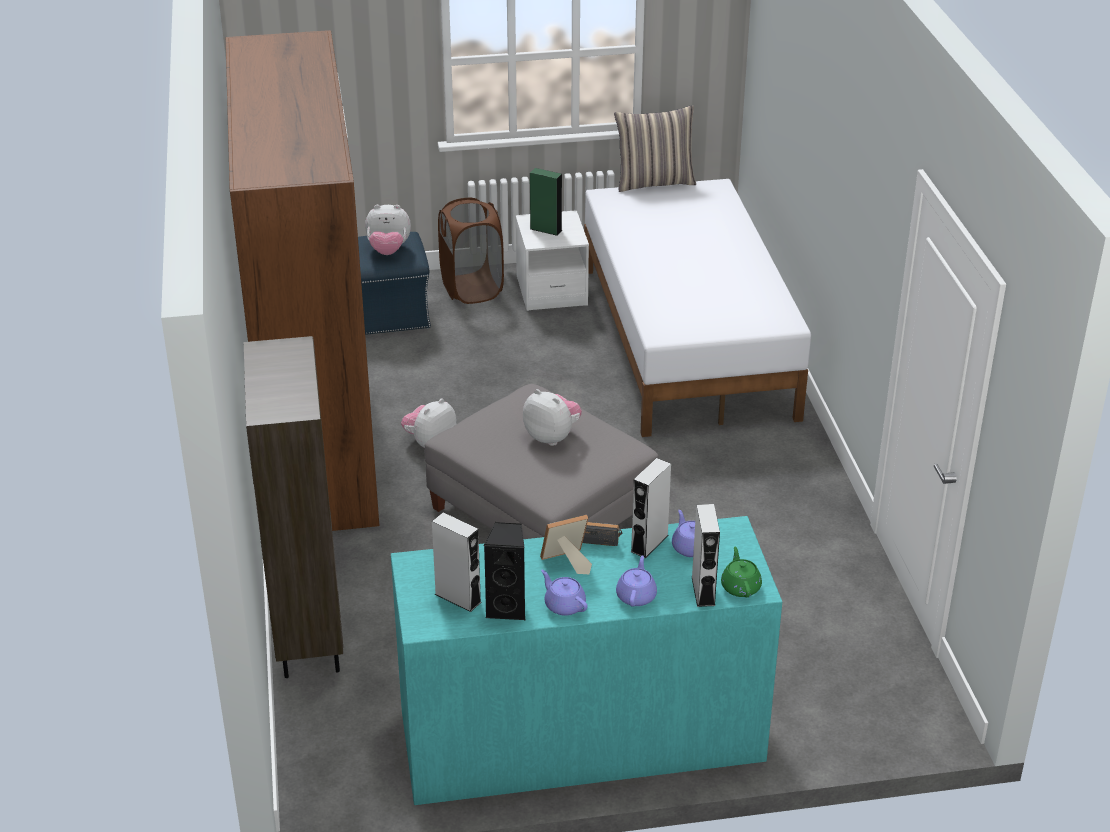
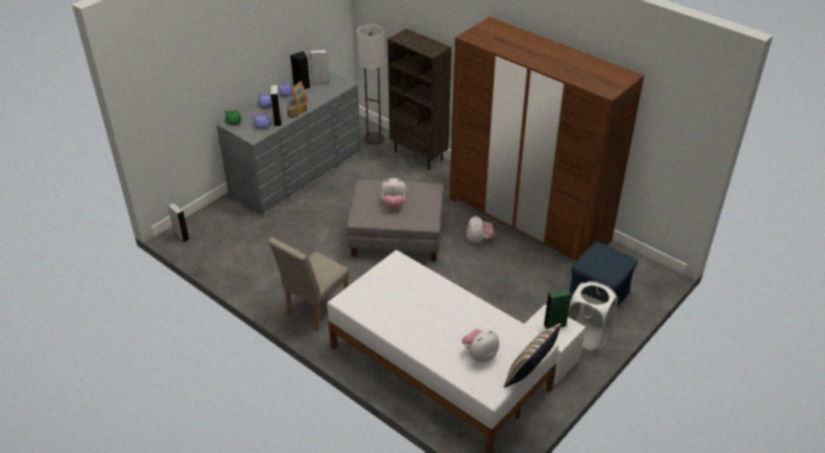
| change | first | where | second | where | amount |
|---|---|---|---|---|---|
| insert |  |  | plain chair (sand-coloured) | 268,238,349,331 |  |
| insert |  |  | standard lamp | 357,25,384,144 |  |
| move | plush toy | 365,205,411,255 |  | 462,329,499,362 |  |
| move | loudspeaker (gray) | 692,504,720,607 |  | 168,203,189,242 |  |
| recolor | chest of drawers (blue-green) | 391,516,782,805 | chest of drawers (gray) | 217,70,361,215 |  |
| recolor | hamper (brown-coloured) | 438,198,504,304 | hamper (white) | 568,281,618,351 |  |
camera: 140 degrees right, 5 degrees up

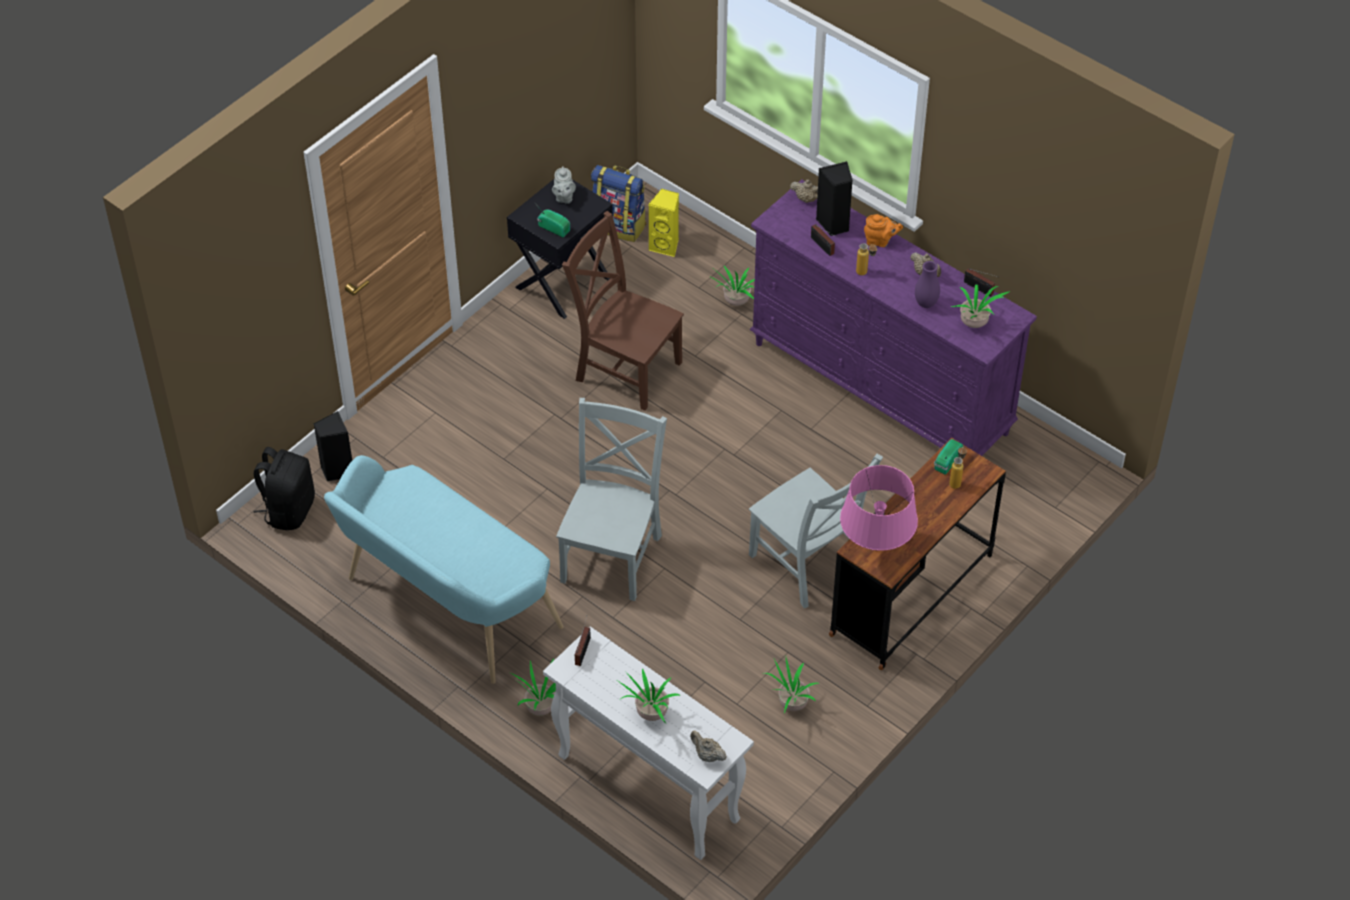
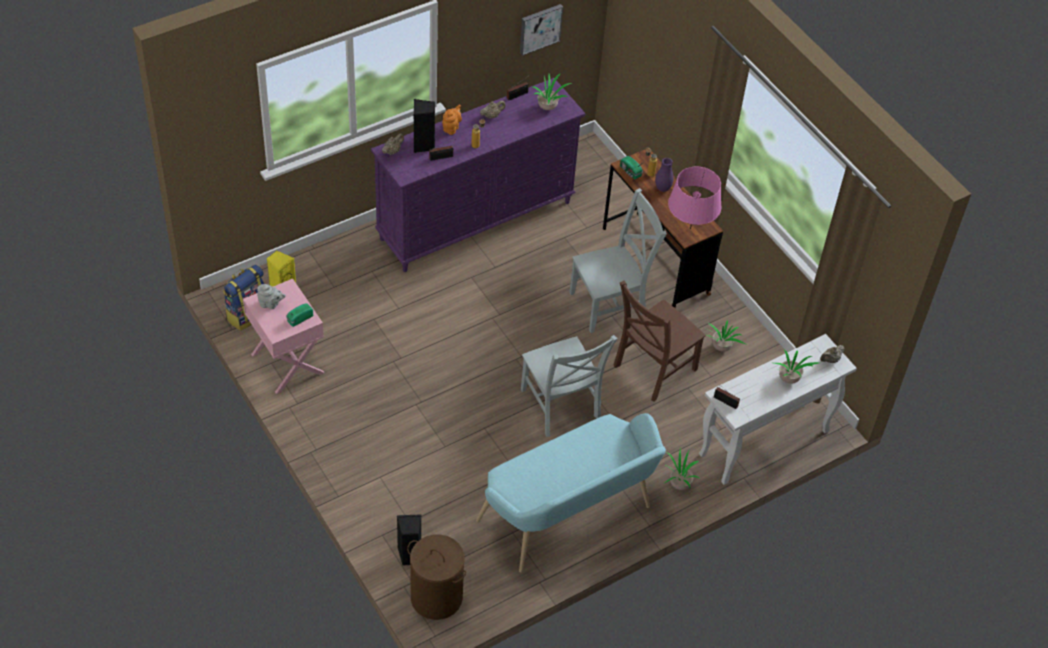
| change | first | where | second | where | amount |
|---|---|---|---|---|---|
| delete | plant in a pot | 707,266,755,306 |  |  |  |
| insert |  |  | wall art | 520,4,563,56 |  |
| move | plain chair (brown-coloured) | 562,211,684,411 |  | 613,281,706,402 |  |
| move | vase (purple-coloured) | 915,261,940,308 |  | 655,158,674,192 |  |
| replace | rucksack (black-coloured) | 253,447,315,530 | hamper (brown-coloured) | 407,534,466,620 |  |
| recolor | night table (black-coloured) | 507,178,613,319 | night table (pink-coloured) | 243,279,325,394 |  |
| rotate | plain chair (gray) | 556,398,667,601 |  | 521,335,618,437 | 150 degrees counterclockwise |
camera: 75 degrees left, 0 degrees up

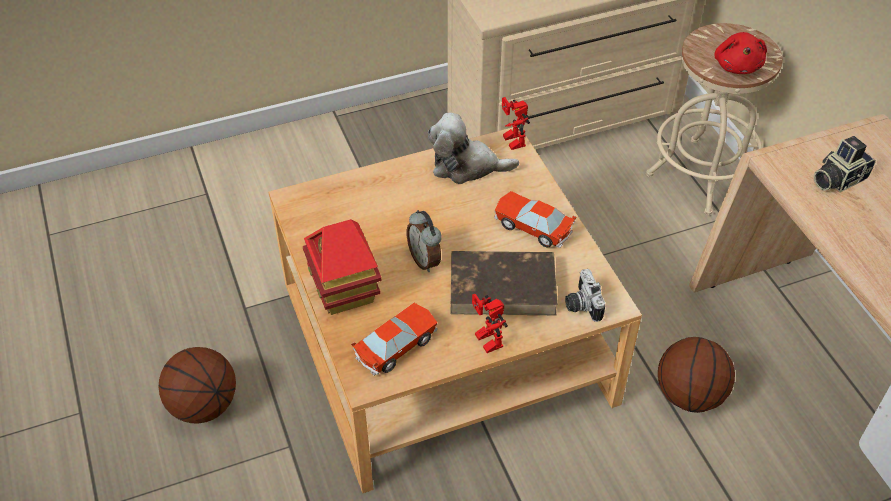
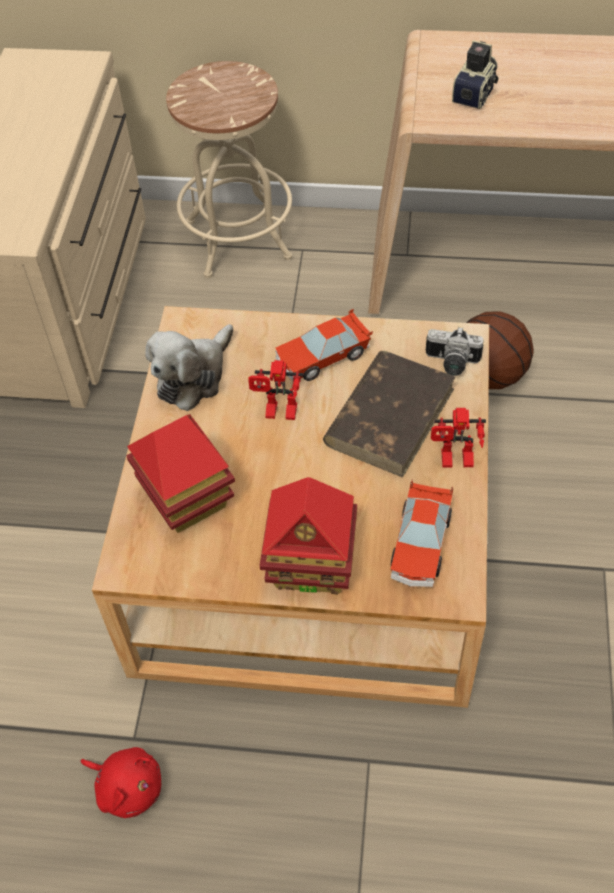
| change | first | where | second | where | amount |
|---|---|---|---|---|---|
| delete | ball for basketball | 159,347,236,424 |  |  |  |
| delete | table clock | 407,210,442,272 |  |  |  |
| insert |  |  | miniature house | 126,414,235,533 |  |
| move | toy robot | 502,97,530,150 |  | 248,360,304,420 |  |
| move | plush toy (reddish) | 714,32,767,74 |  | 81,747,161,818 |  |
| rotate | toy car | 351,303,438,376 |  | 391,479,453,587 | 150 degrees counterclockwise |
| rotate | still camera | 813,136,876,192 |  | 452,40,499,109 | 150 degrees counterclockwise |
camera: 60 degrees left, 5 degrees up

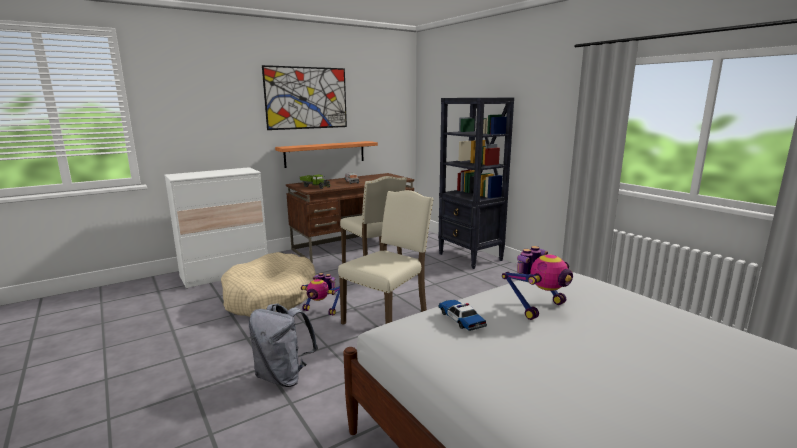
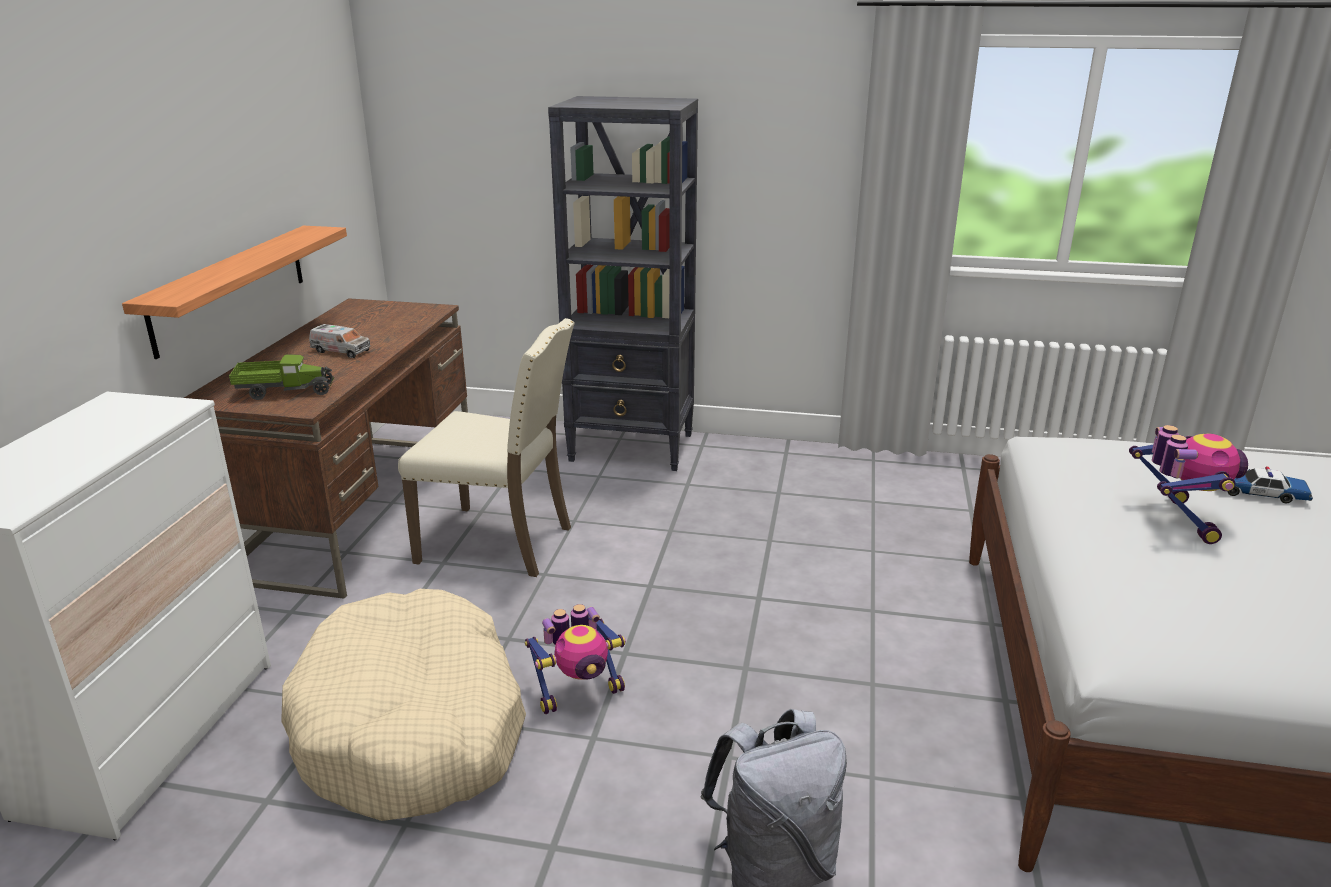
| change | first | where | second | where | amount |
|---|---|---|---|---|---|
| delete | wall art | 262,65,347,130 |  |  |  |
| delete | plain chair (sand-coloured) | 338,190,433,325 |  |  |  |
| move | toy car | 438,300,487,331 |  | 1227,466,1313,504 |  |
camera: 45 degrees left, 10 degrees up

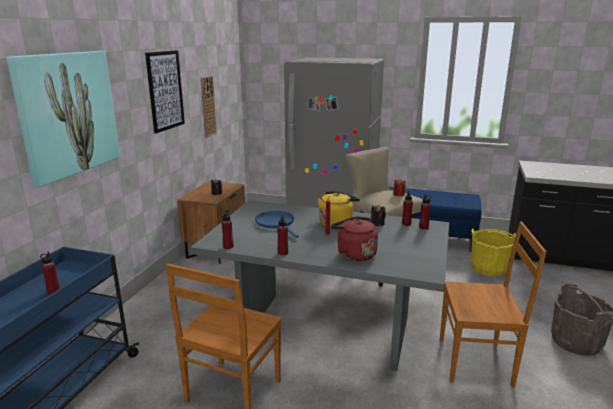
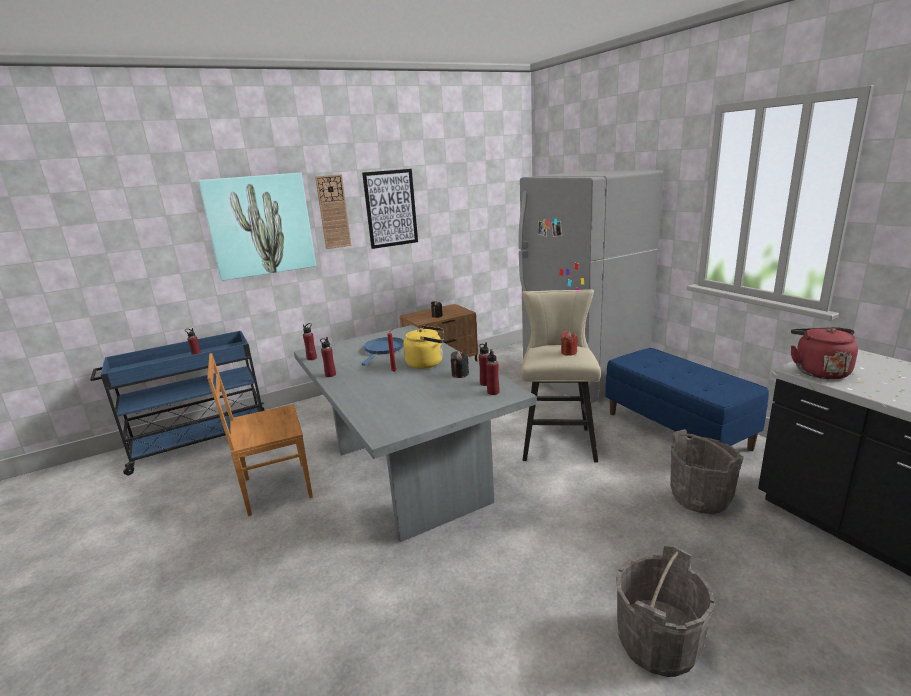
| change | first | where | second | where | amount |
|---|---|---|---|---|---|
| delete | plain chair (brown-coloured) | 440,221,547,388 |  |  |  |
| move | clock on the wall | 201,76,217,138 |  | 315,174,351,249 |  |
| move | water kettle (reddish) | 331,216,378,261 |  | 791,327,858,379 |  |
| recolor | water bucket (yellow-coloured) | 471,229,516,277 | water bucket (gray) | 670,429,744,514 |  |
camera: 45 degrees right, 0 degrees up

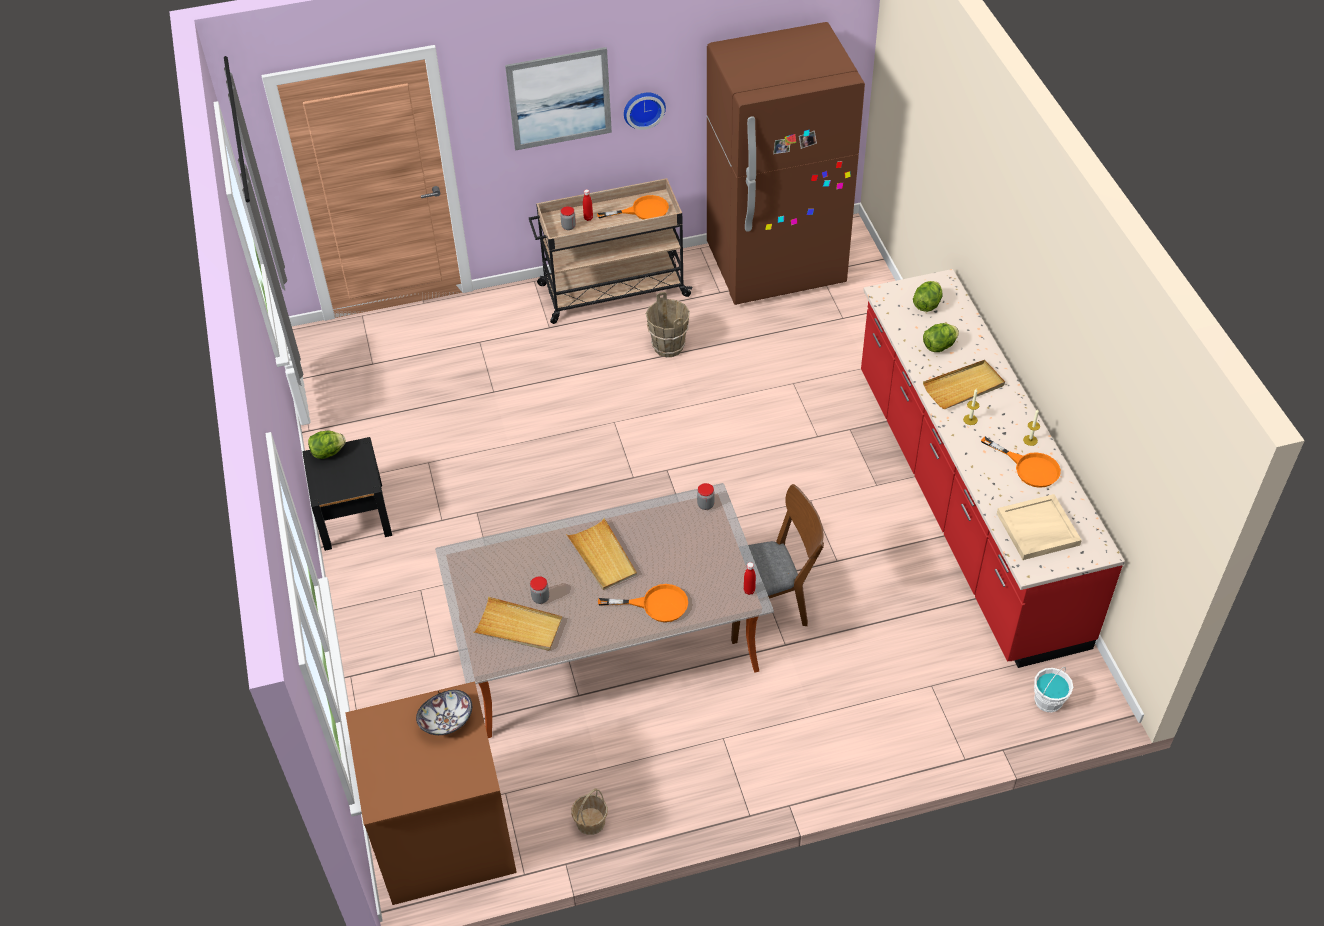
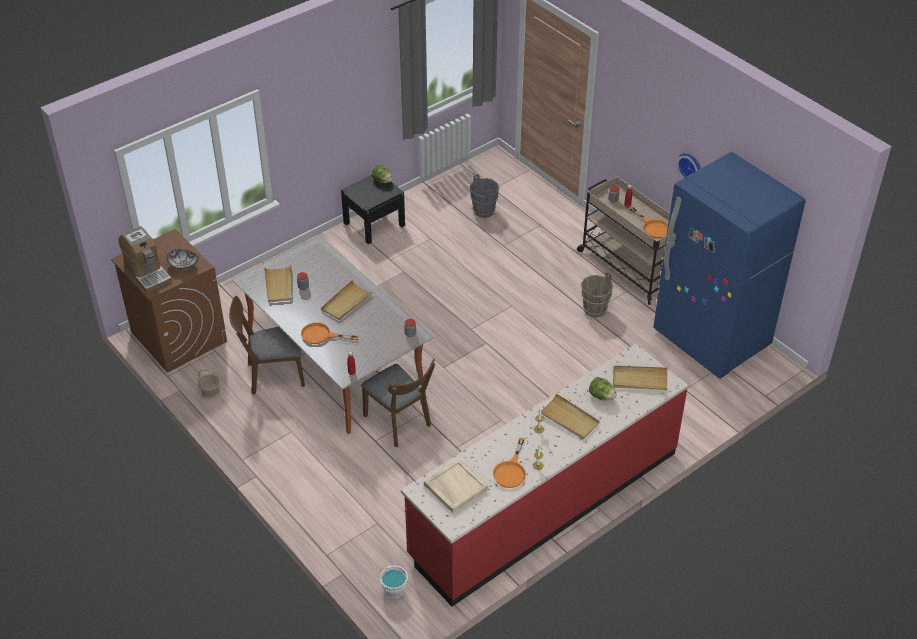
| change | first | where | second | where | amount |
|---|---|---|---|---|---|
| delete | wall art | 505,47,612,151 |  |  |  |
| insert |  |  | coffee brewer | 118,226,172,293 |  |
| insert |  |  | plain chair (brown-coloured) | 229,296,305,395 |  |
| insert |  |  | water bucket (gray) | 470,174,499,218 |  |
| replace | lettuce head | 913,281,943,312 | serving tray (sand-coloured) | 613,366,668,390 |  |
| recolor | kitchen fridge (brown-coloured) | 707,22,865,305 | kitchen fridge (blue-coloured) | 653,152,806,379 |  |
| rotate | skillet (orange) | 598,584,688,622 |  | 301,322,358,344 | 120 degrees clockwise |
camera: 65 degrees right, 5 degrees down

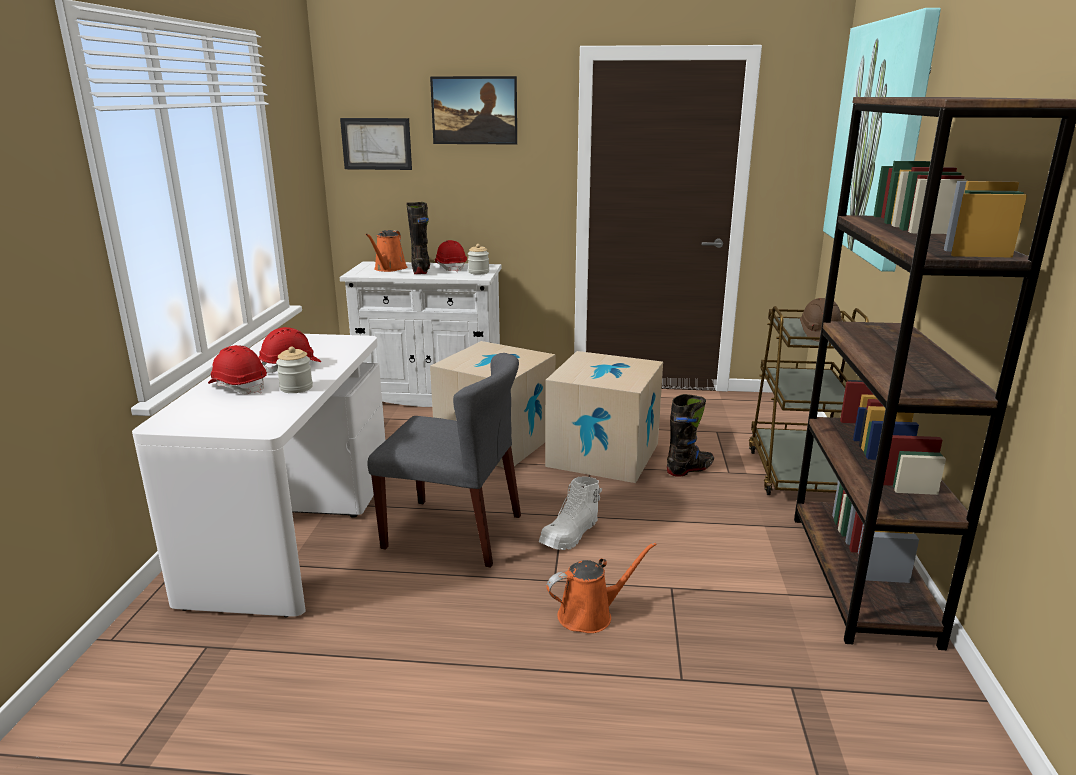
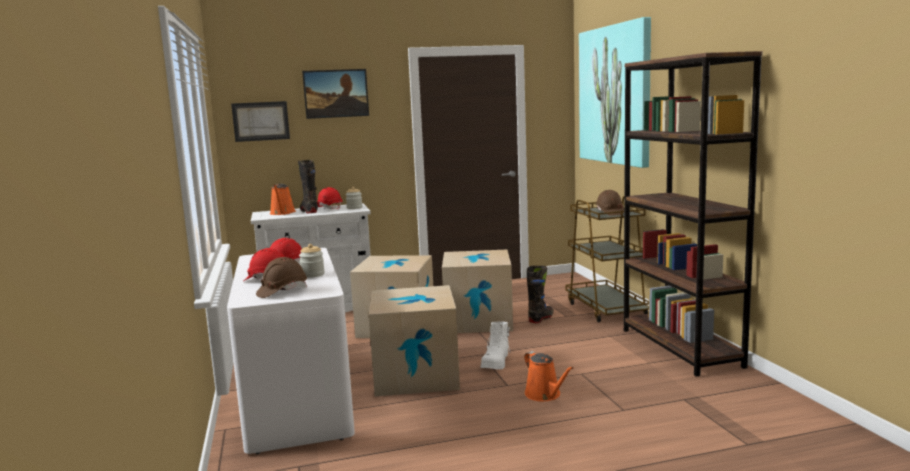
| change | first | where | second | where | amount |
|---|---|---|---|---|---|
| insert |  |  | work helmet (brown-coloured) | 256,257,307,298 |  |
| replace | plain chair (gray) | 368,353,521,568 | packing box | 369,285,460,396 |  |
| rotate | watering can (orange) | 546,542,657,633 |  | 524,351,574,402 | 105 degrees clockwise |
camera: 20 degrees left, 10 degrees down

